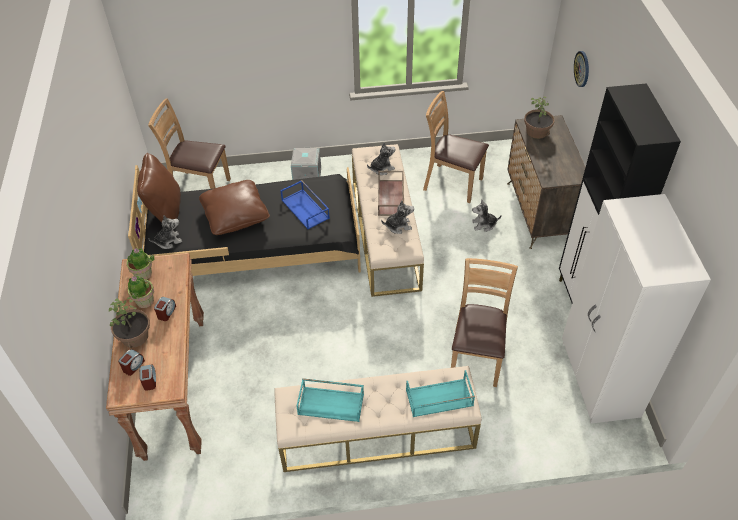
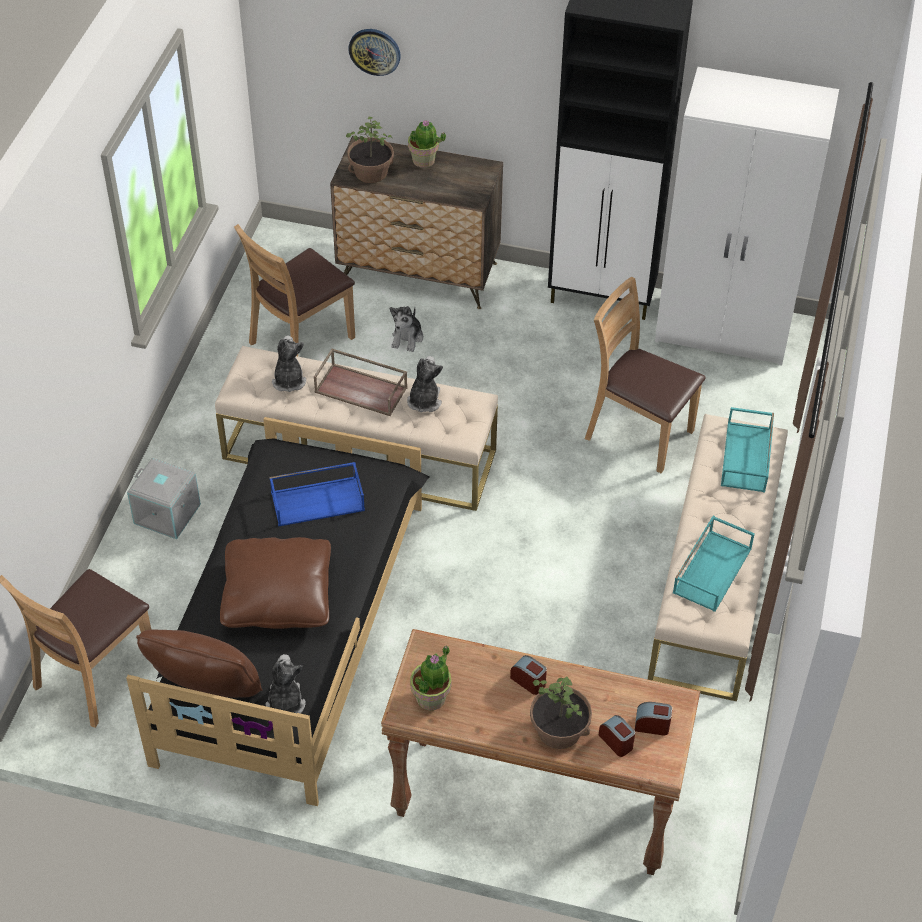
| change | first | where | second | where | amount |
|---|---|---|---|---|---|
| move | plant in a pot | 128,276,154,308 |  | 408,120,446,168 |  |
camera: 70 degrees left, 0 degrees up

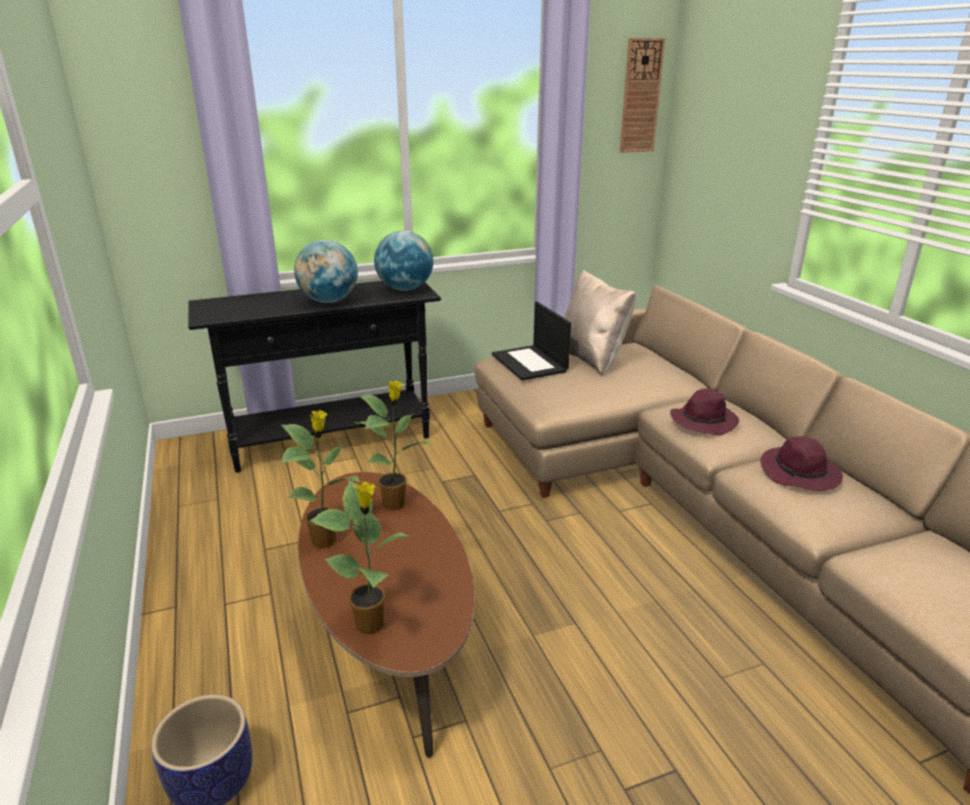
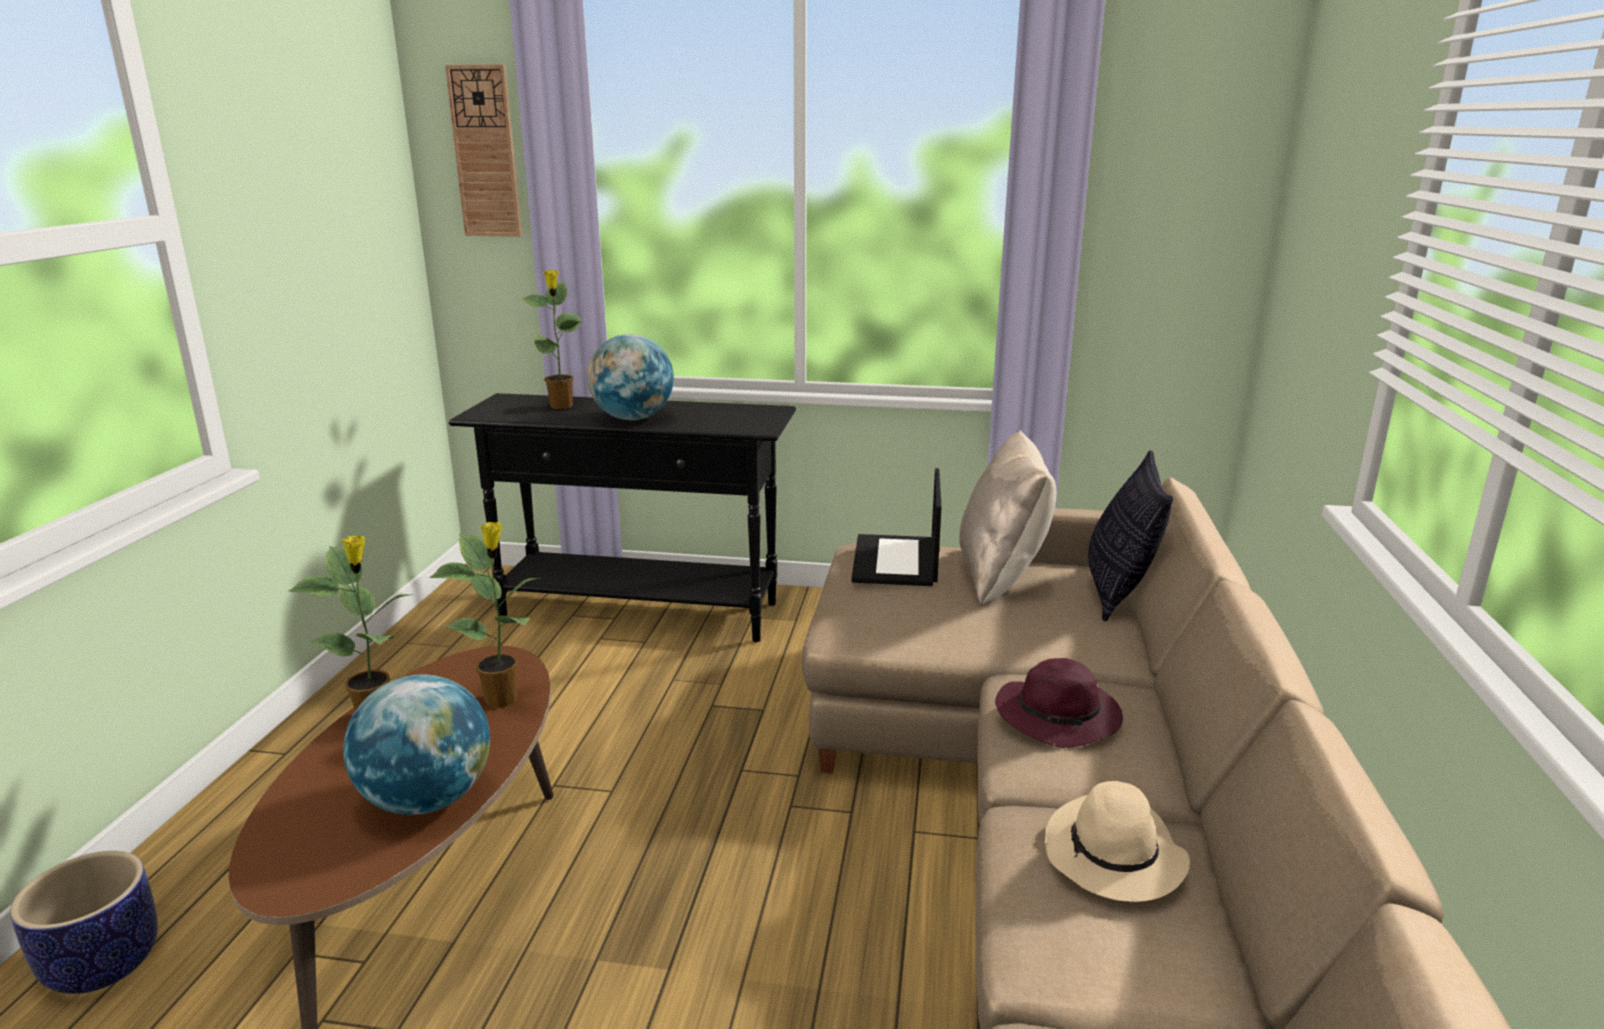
| change | first | where | second | where | amount |
|---|---|---|---|---|---|
| insert |  |  | cushion | 1088,450,1173,621 |  |
| move | plant in a pot | 310,480,410,635 |  | 522,270,581,409 |  |
| move | desk globe | 374,231,434,291 |  | 343,674,490,815 |  |
| move | clock on the wall | 620,38,665,153 |  | 445,64,522,237 |  |
| recolor | hat (purple-coloured) | 760,436,843,491 | hat (sand-coloured) | 1045,781,1190,902 |  |
camera: 30 degrees right, 5 degrees down

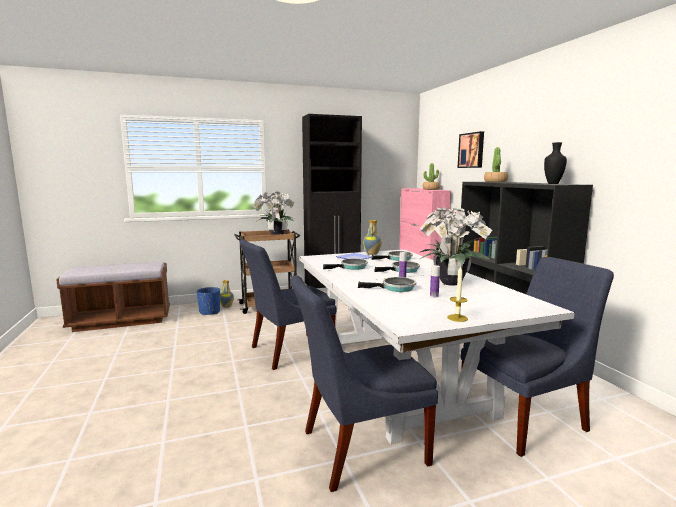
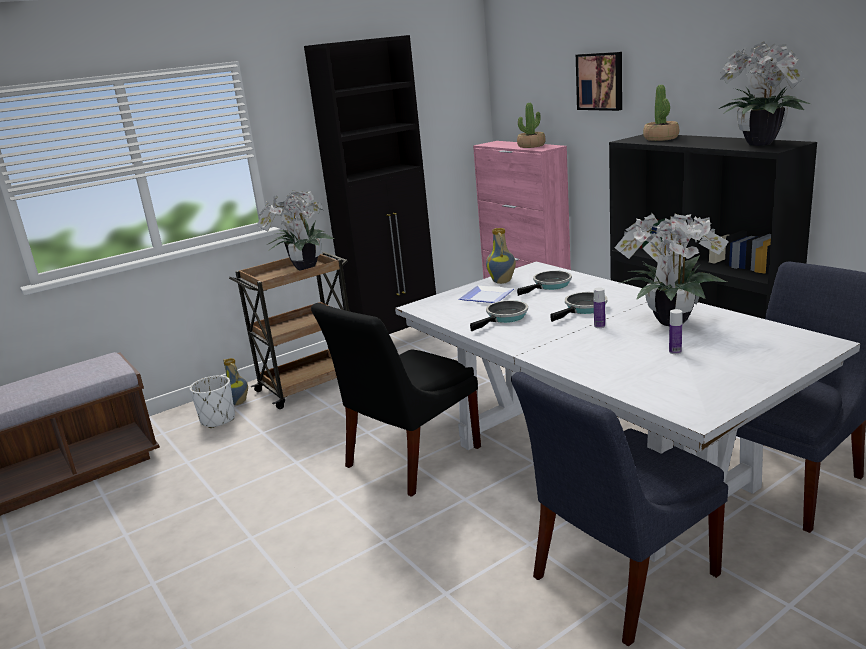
| change | first | where | second | where | amount |
|---|---|---|---|---|---|
| delete | skillet | 358,277,416,292 |  |  |  |
| delete | wax candle | 447,266,468,322 |  |  |  |
| replace | vase (black-coloured) | 544,142,567,184 | plant in a pot | 719,41,810,146 |  |
| recolor | plant pot (blue-coloured) | 197,287,220,315 | plant pot (white) | 190,375,235,428 |  |
| recolor | plain chair (blue-coloured) | 239,239,336,370 | plain chair (black-coloured) | 311,303,481,496 |  |
camera: 15 degrees left, 10 degrees up

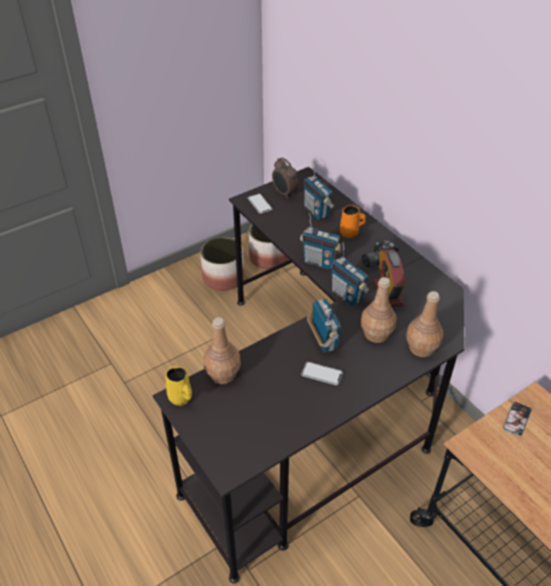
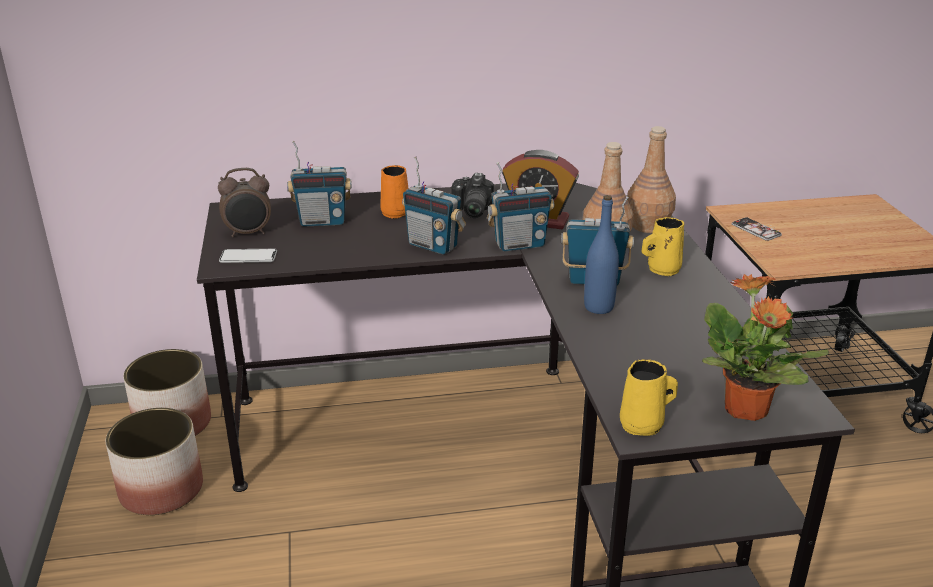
| change | first | where | second | where | amount |
|---|---|---|---|---|---|
| delete | drink bottle (brown-coloured) | 203,317,241,384 |  |  |  |
| delete | telephone | 301,362,343,385 |  |  |  |
| insert |  |  | drink bottle (blue-coloured) | 584,195,619,314 |  |
| insert |  |  | coffee mug (yellow-coloured) | 642,217,684,276 |  |
| insert |  |  | plant in a pot | 702,274,829,421 |  |
| rotate | radio set | 300,213,341,269 |  | 402,156,466,255 | 75 degrees clockwise |
camera: 65 degrees left, 15 degrees down

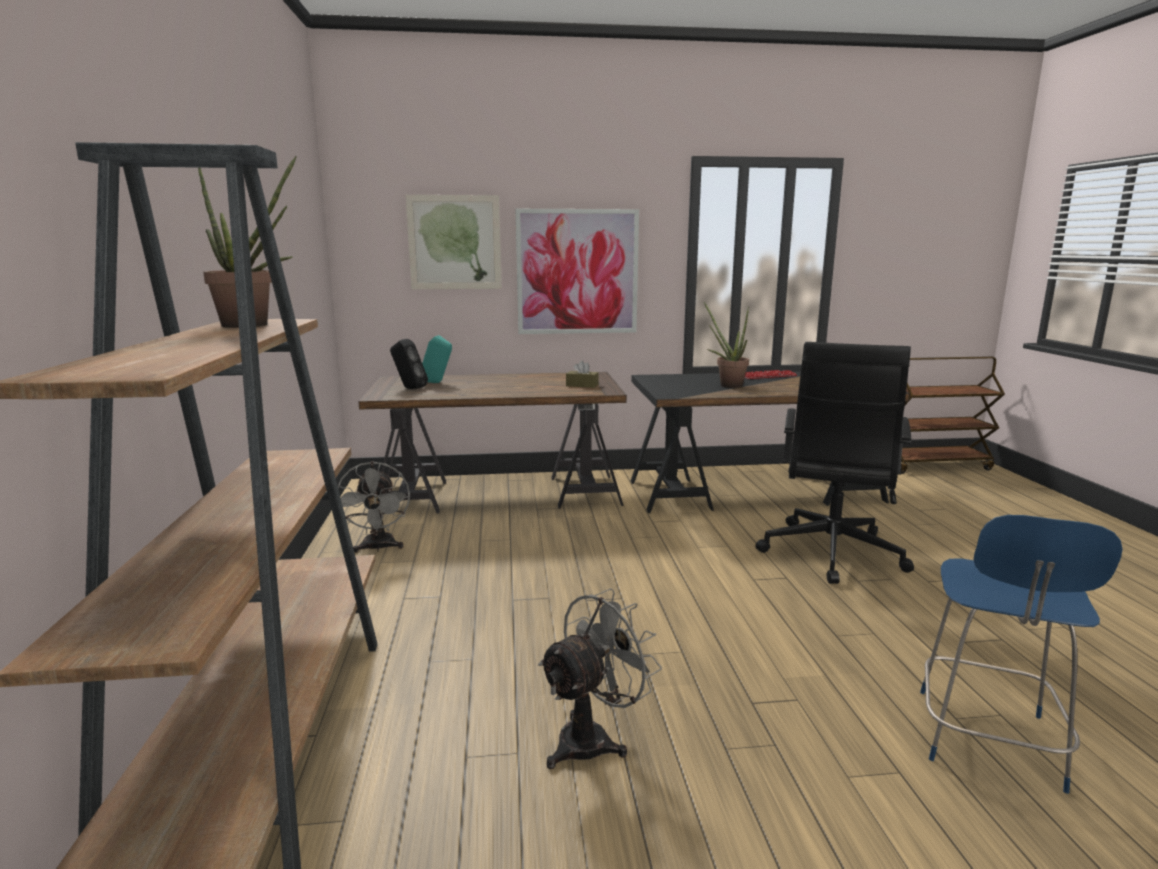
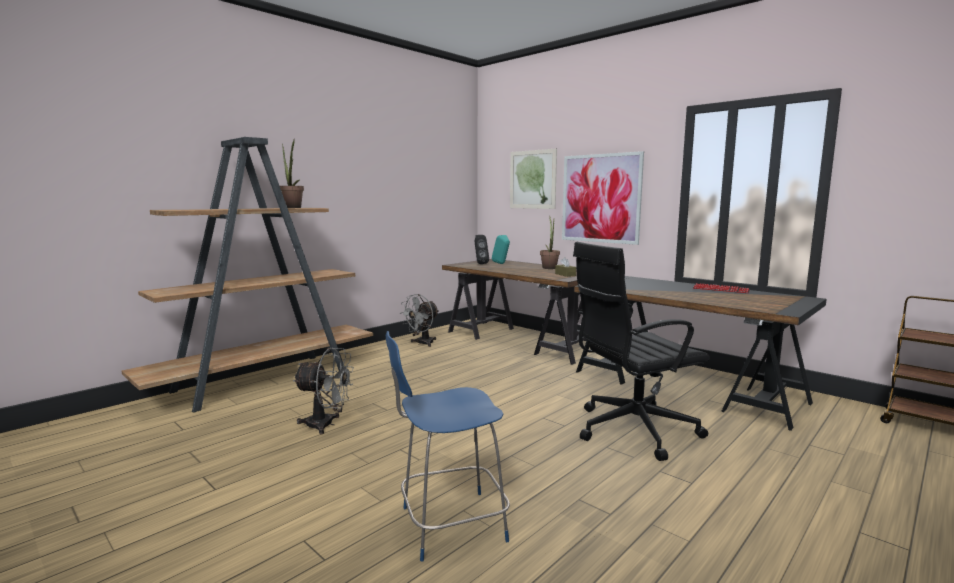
| change | first | where | second | where | amount |
|---|---|---|---|---|---|
| move | plant in a pot | 704,302,749,388 |  | 540,216,560,269 |  |
camera: 50 degrees right, 5 degrees down

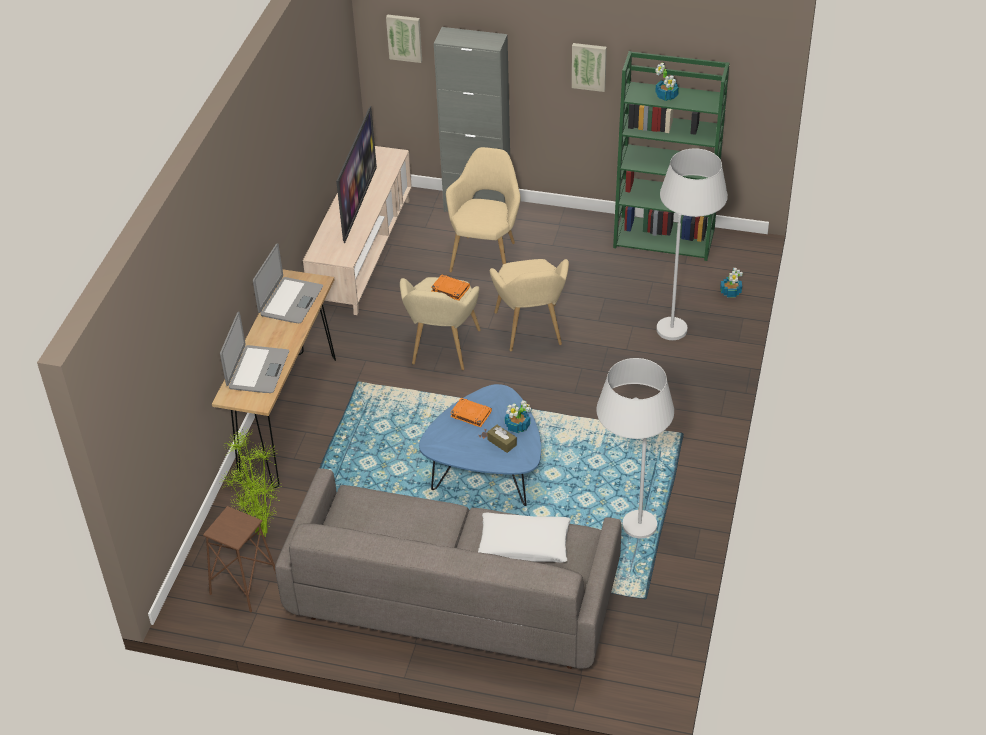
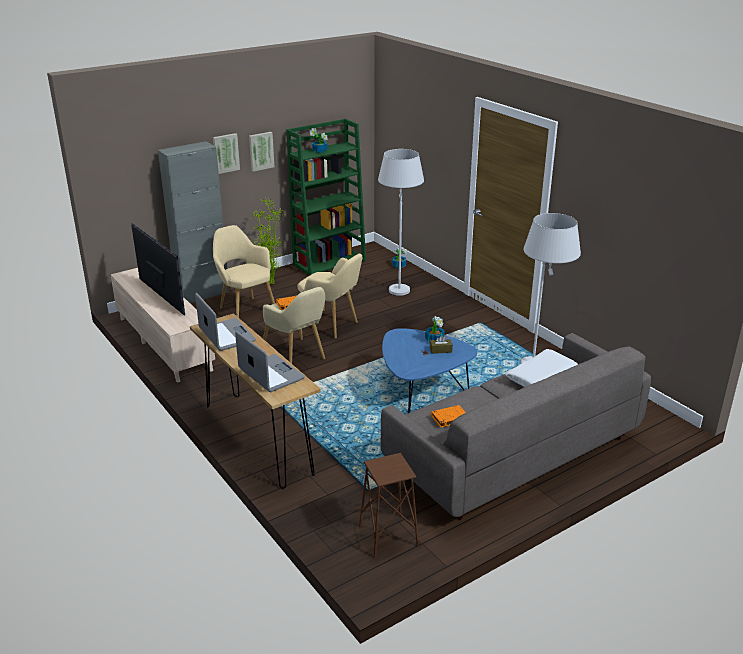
| change | first | where | second | where | amount |
|---|---|---|---|---|---|
| move | plant in a pot | 220,428,282,537 |  | 250,198,284,284 |  |
| move | wall art | 386,14,422,63 |  | 213,133,240,174 |  |
| move | book (orange) | 450,398,492,427 |  | 431,405,466,428 |  |
camera: 50 degrees left, 15 degrees down

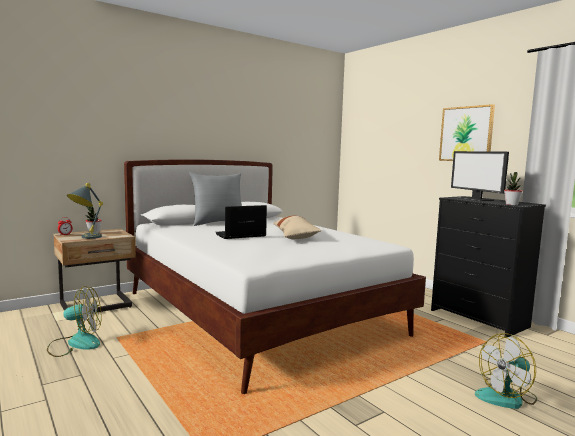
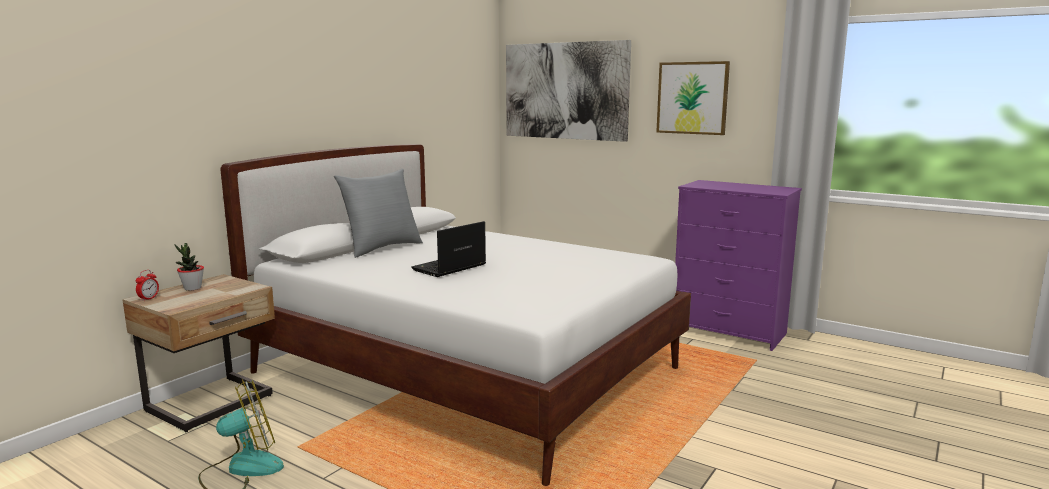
| change | first | where | second | where | amount |
|---|---|---|---|---|---|
| delete | tabletop lamp (gray) | 67,183,103,239 |  |  |  |
| delete | cushion (sand-coloured) | 273,215,322,239 |  |  |  |
| delete | computer screen | 451,151,509,201 |  |  |  |
| delete | fan | 475,333,537,409 |  |  |  |
| delete | plant in a pot | 504,172,523,205 |  |  |  |
| insert |  |  | wall art | 506,40,631,142 |  |
| recolor | chest of drawers (black-coloured) | 431,196,546,337 | chest of drawers (purple-coloured) | 675,180,802,351 |  |
camera: 20 degrees left, 5 degrees up

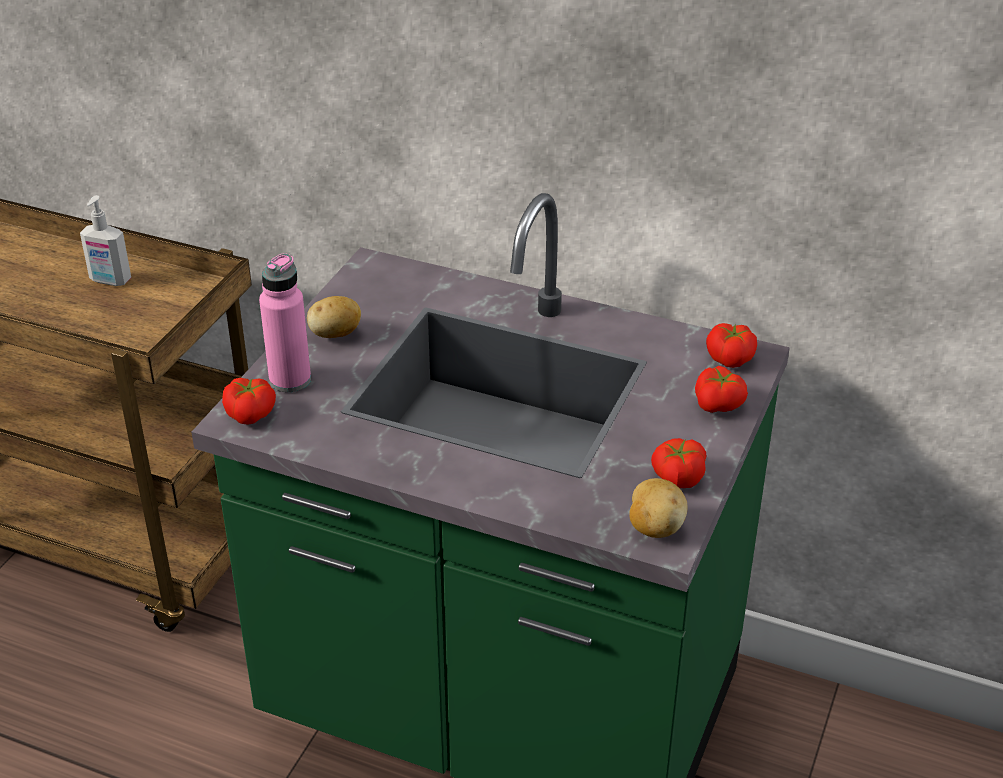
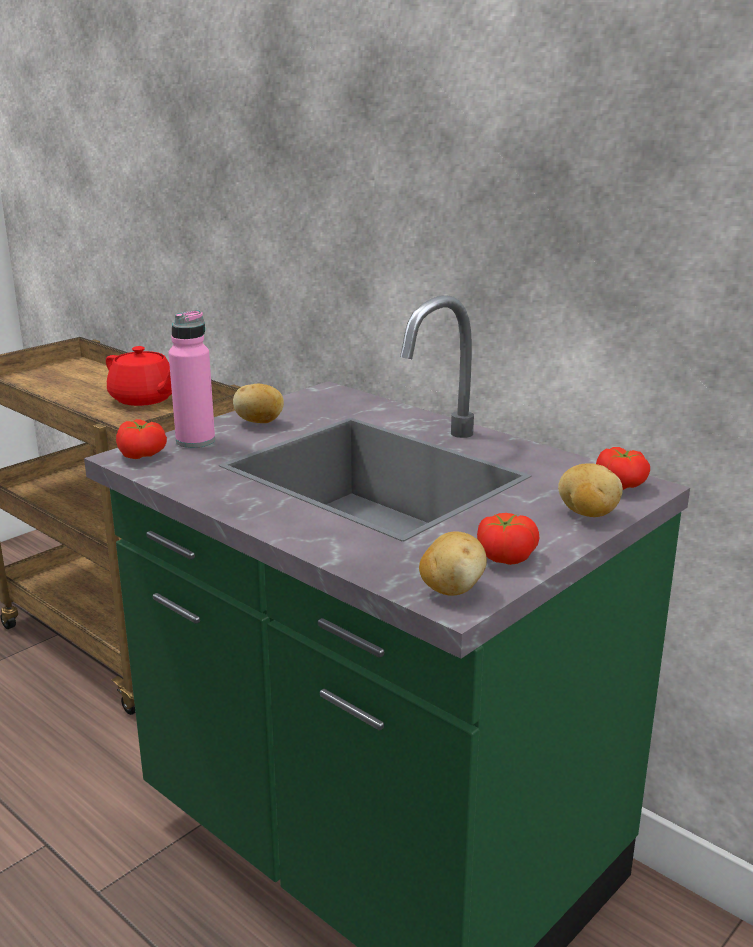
| change | first | where | second | where | amount |
|---|---|---|---|---|---|
| replace | soap bottle | 80,195,131,286 | pot for tea (reddish) | 106,346,172,406 |  |
| replace | whole tomato | 695,366,748,413 | potato | 558,463,623,517 |  |
camera: 20 degrees right, 15 degrees down

